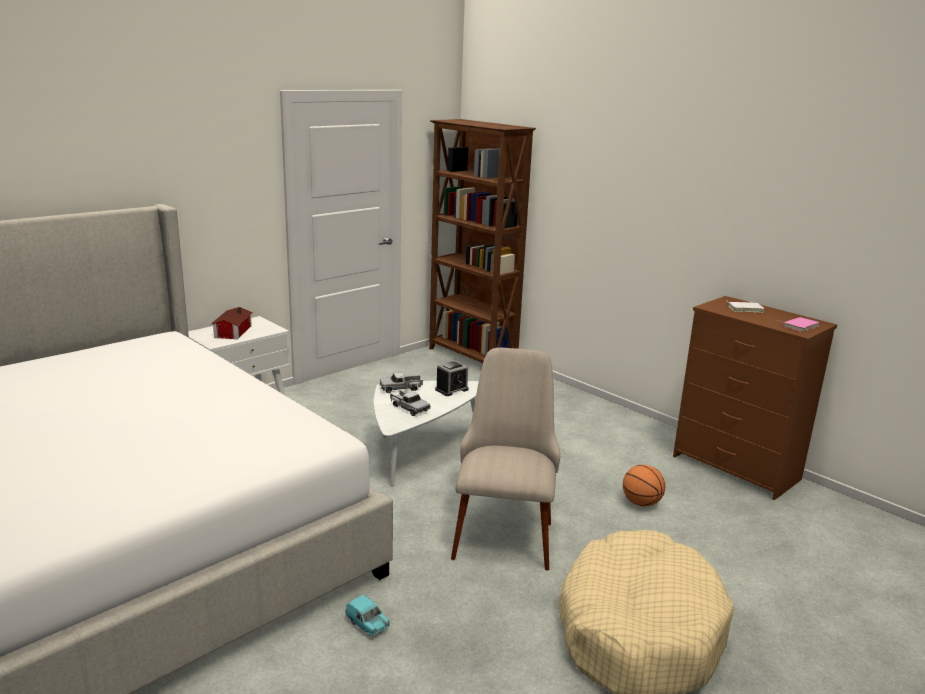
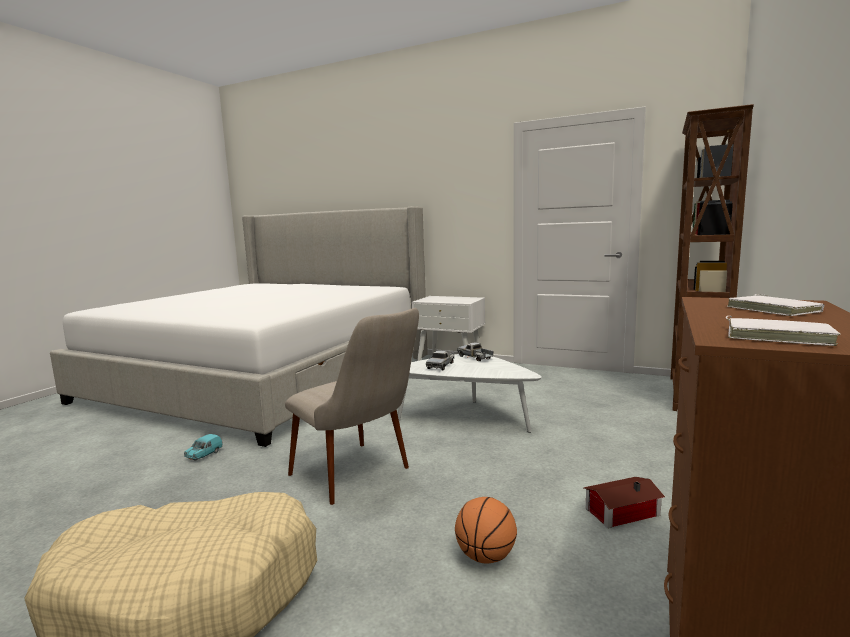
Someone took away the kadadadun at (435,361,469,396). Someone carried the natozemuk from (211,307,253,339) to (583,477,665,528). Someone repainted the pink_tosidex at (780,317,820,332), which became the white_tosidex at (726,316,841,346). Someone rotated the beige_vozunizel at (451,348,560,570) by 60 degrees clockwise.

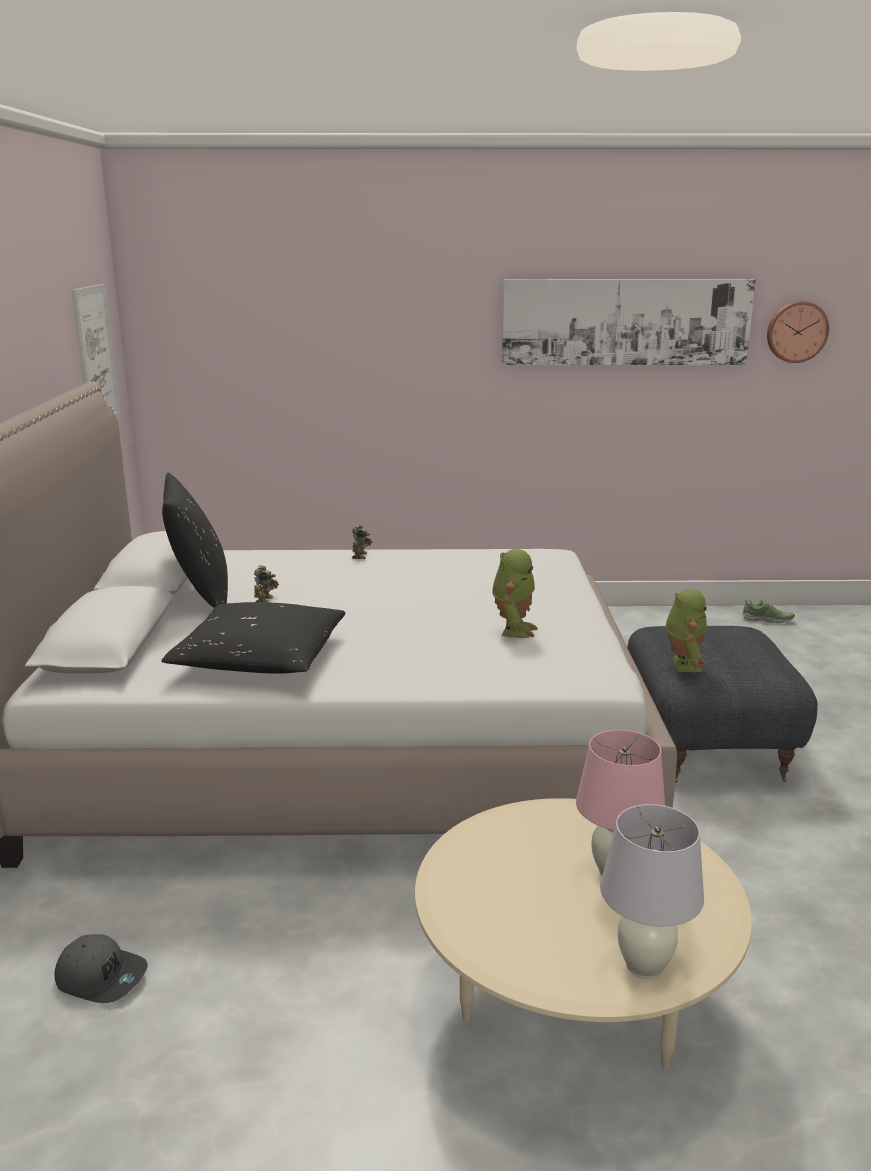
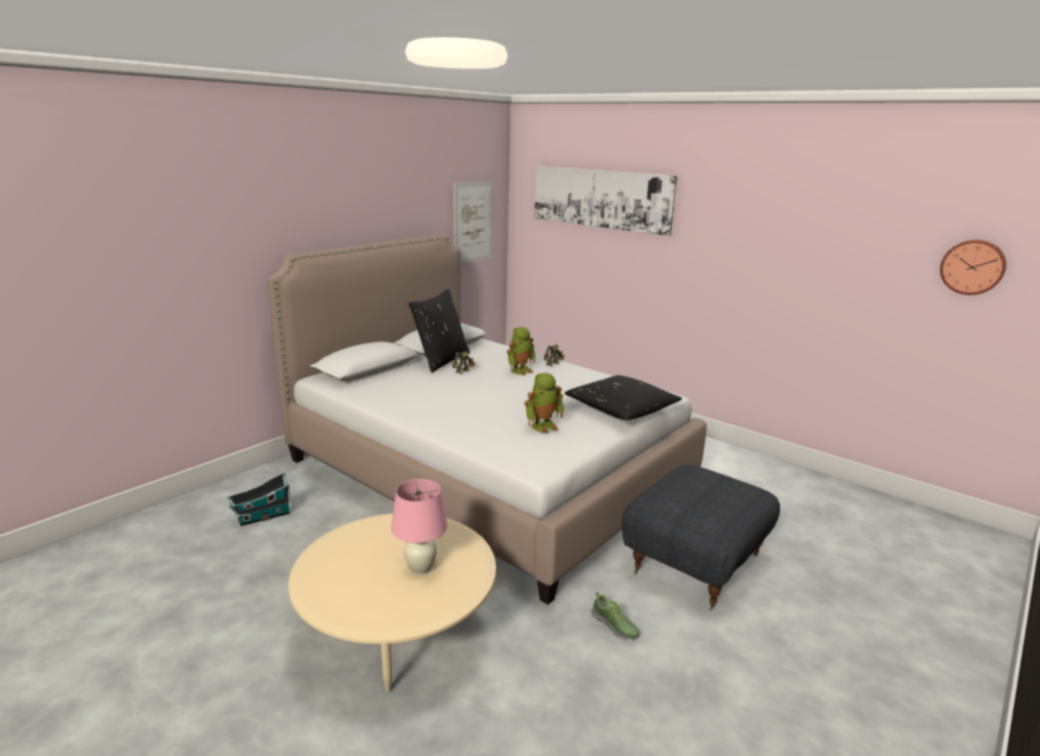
Someone took away the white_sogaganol at (600,804,704,979). Someone carried the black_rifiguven from (161,602,345,674) to (564,375,682,420). Someone carried the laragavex from (502,279,756,365) to (534,166,677,236). Someone carried the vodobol from (665,589,707,672) to (507,327,536,375). Someone carried the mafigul from (742,599,795,624) to (591,592,639,639). Someone swapped the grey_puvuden at (54,934,148,1003) for the natozemuk at (227,473,291,526).

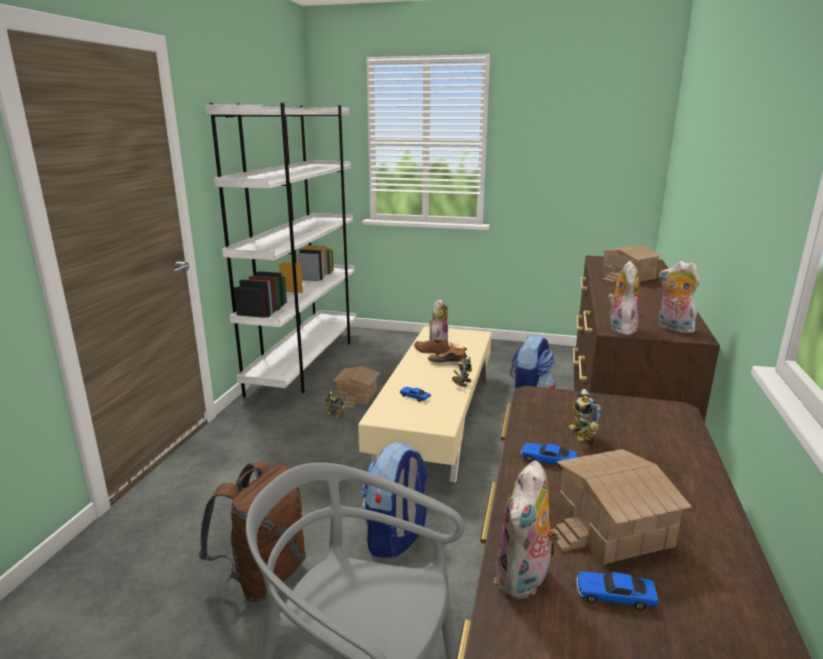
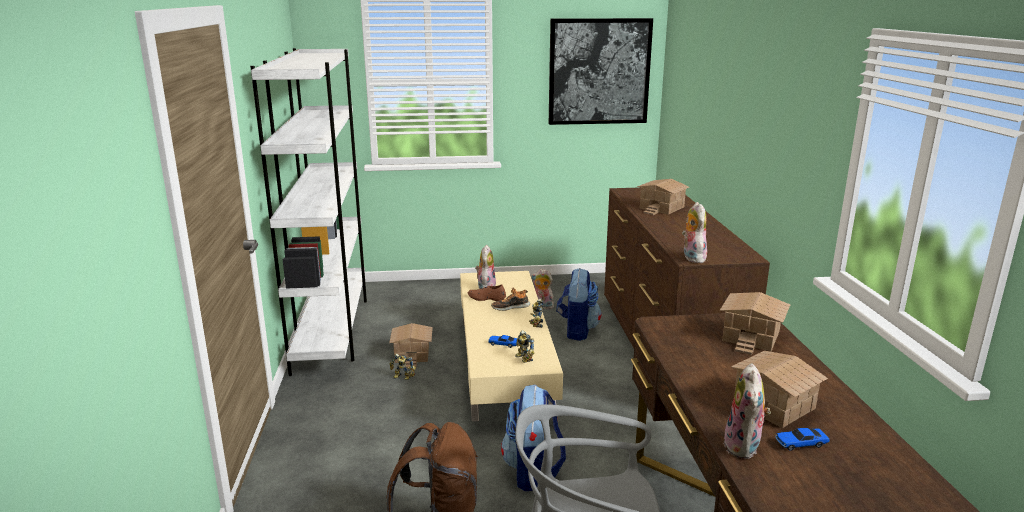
Someone took away the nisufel at (521,442,578,469). Someone put up the laragavex at (549,18,653,125). Someone put down the natozemuk at (720,292,790,355). Someone carried the vodobol from (568,389,601,442) to (515,330,534,363). Someone carried the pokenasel from (658,261,700,333) to (531,269,554,309).

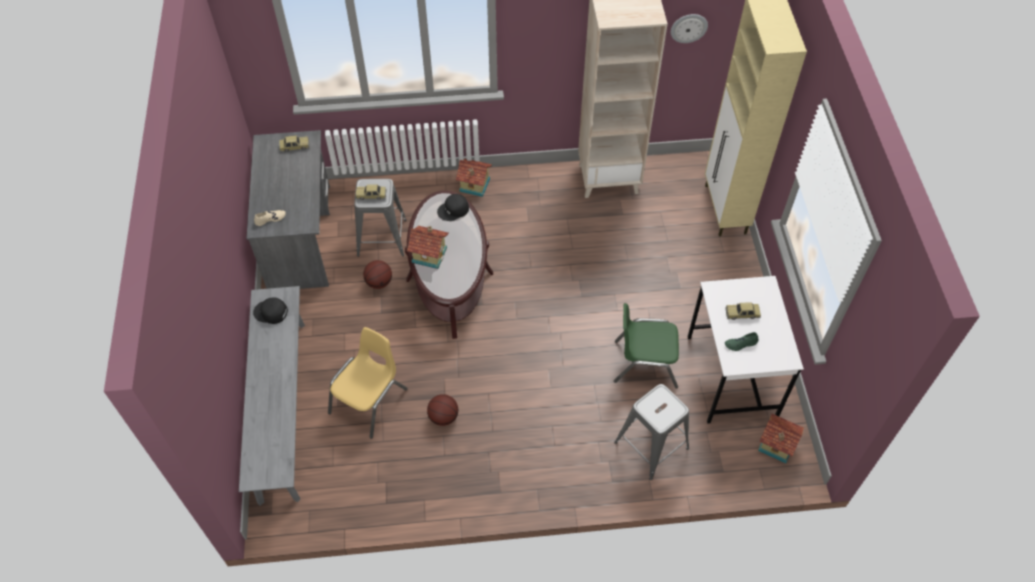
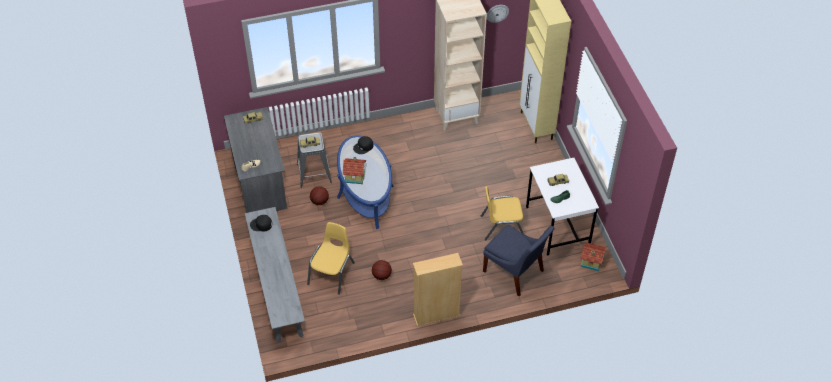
Someone took away the natozemuk at (456,159,492,197). Someone put down the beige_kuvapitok at (413,253,463,326). Someone swapped the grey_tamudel at (614,384,689,480) for the blue_vozunizel at (483,225,554,296). Someone repainted the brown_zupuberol at (405,190,493,339), which became the blue_zupuberol at (337,136,394,229). Someone repainted the green_vozunizel at (614,303,679,389), which became the yellow_vozunizel at (481,186,524,240).

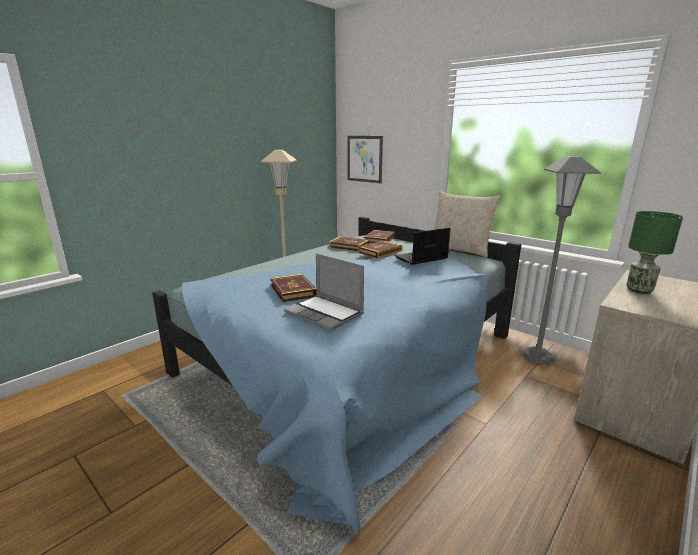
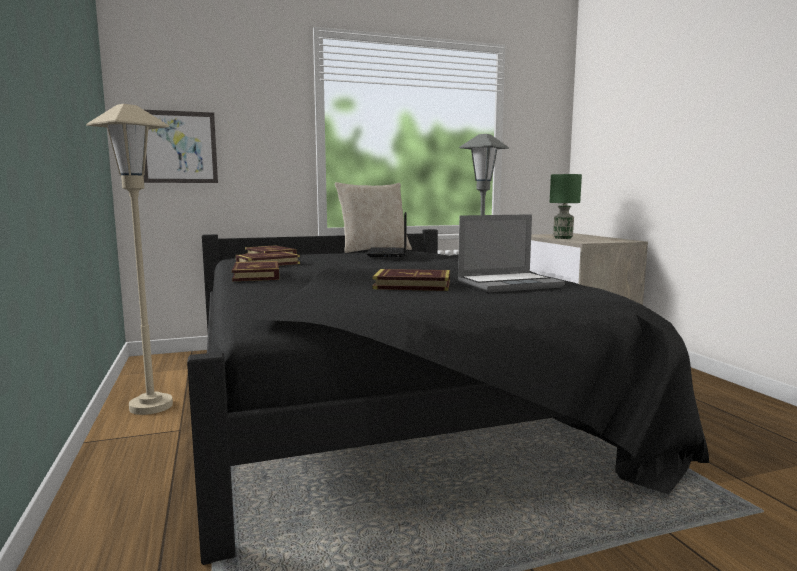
Someone carried the tosidex from (359,240,403,258) to (232,261,279,281). Someone repainted the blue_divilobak at (152,217,521,537), which became the black_divilobak at (187,229,709,565).

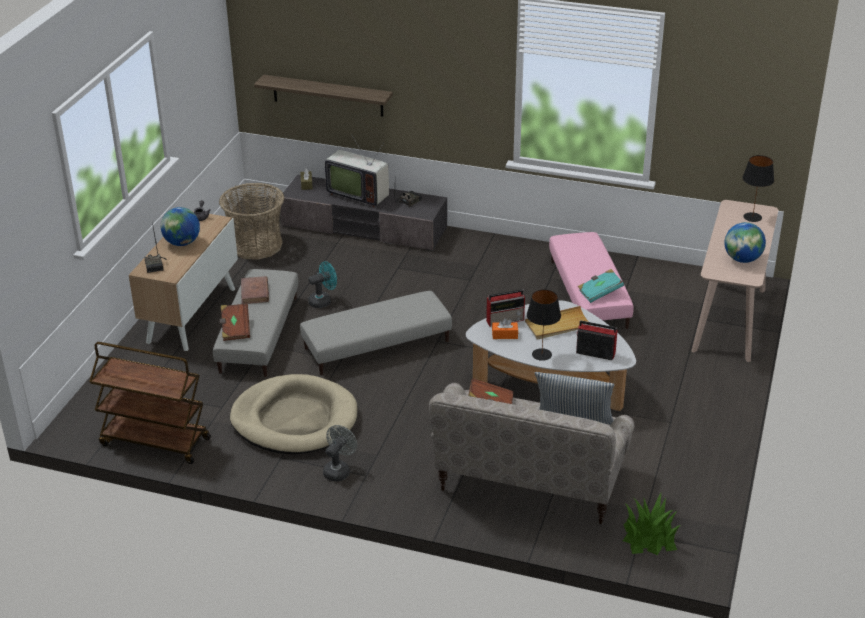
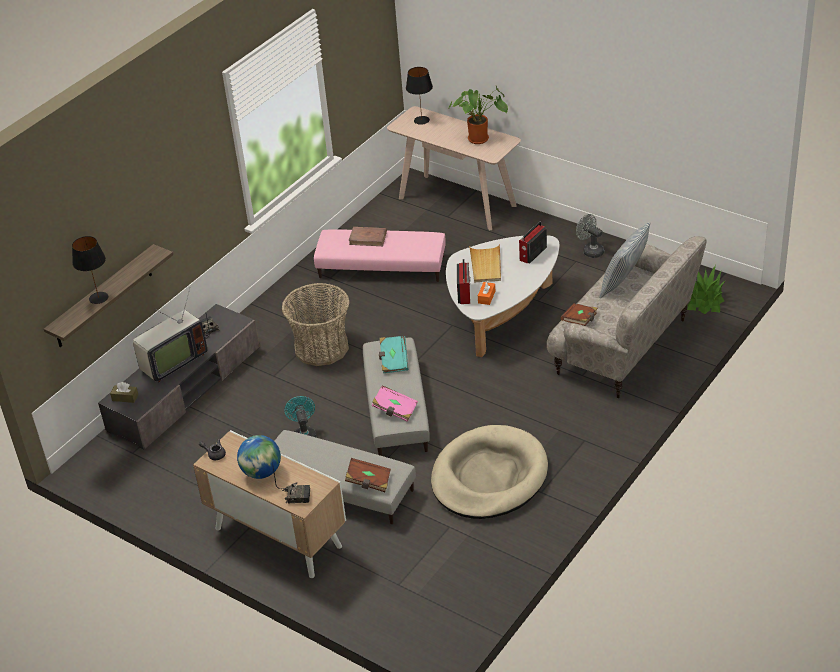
Someone took away the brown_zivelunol at (89,342,211,464). Someone put down the pink_tosidex at (371,385,418,422). Someone carried the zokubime from (219,183,284,260) to (282,283,350,366). Someone carried the brown_tosidex from (241,276,269,304) to (349,227,387,246). Someone carried the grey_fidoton from (323,425,357,481) to (576,214,604,258). Someone carried the black_sogaganol from (527,290,561,361) to (72,236,108,304). Someone carried the turquoise_tosidex from (578,269,624,303) to (379,336,409,373). Someone swapped the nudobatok at (725,222,766,263) for the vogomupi at (448,86,508,144).

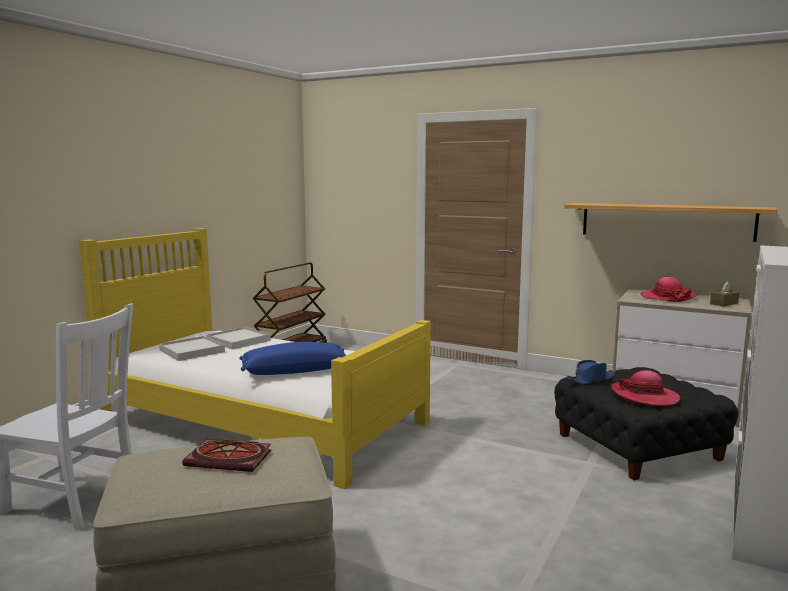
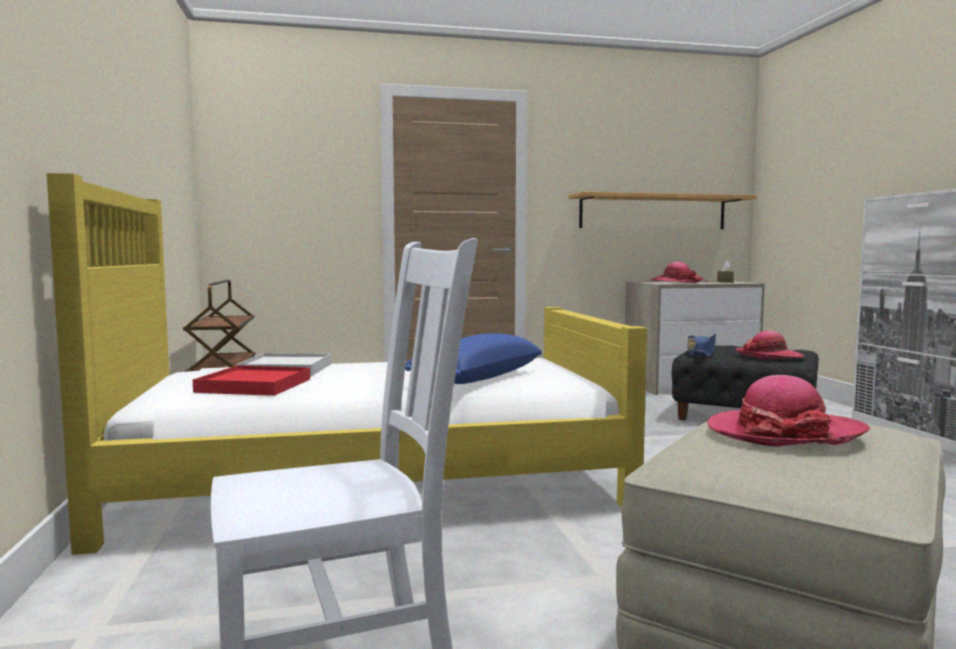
Someone swapped the tosidex at (182,439,271,472) for the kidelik at (708,375,870,447). Someone repainted the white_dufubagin at (159,336,225,361), which became the red_dufubagin at (193,365,310,396).

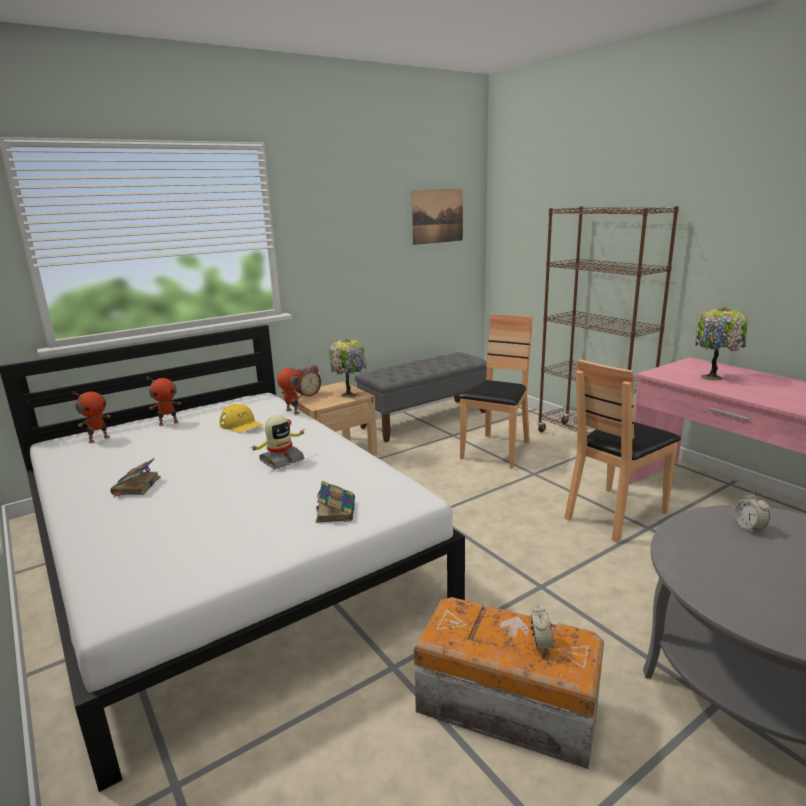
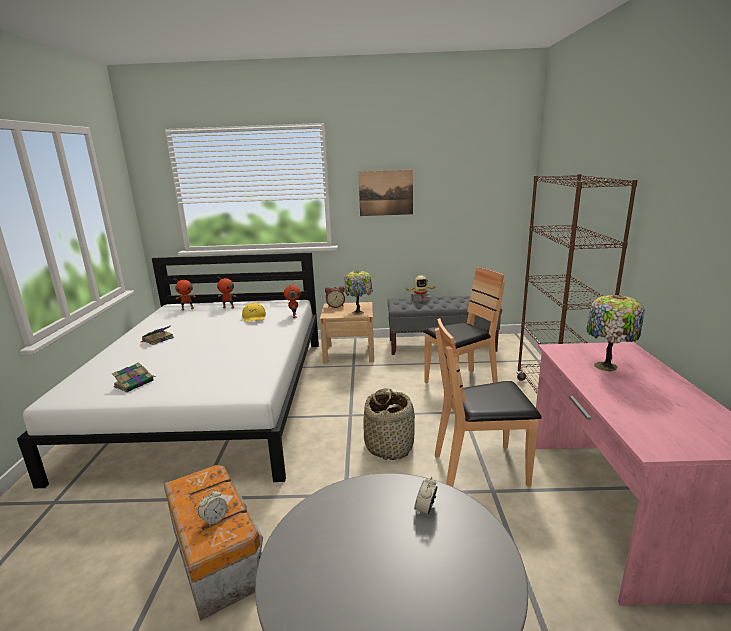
Someone put down the zokubime at (363,388,415,460). Someone carried the vodobol from (251,415,305,469) to (406,275,435,301). Someone carried the tosidex from (316,481,355,523) to (112,362,156,393). Someone carried the laragavex from (411,189,463,245) to (358,170,413,216).

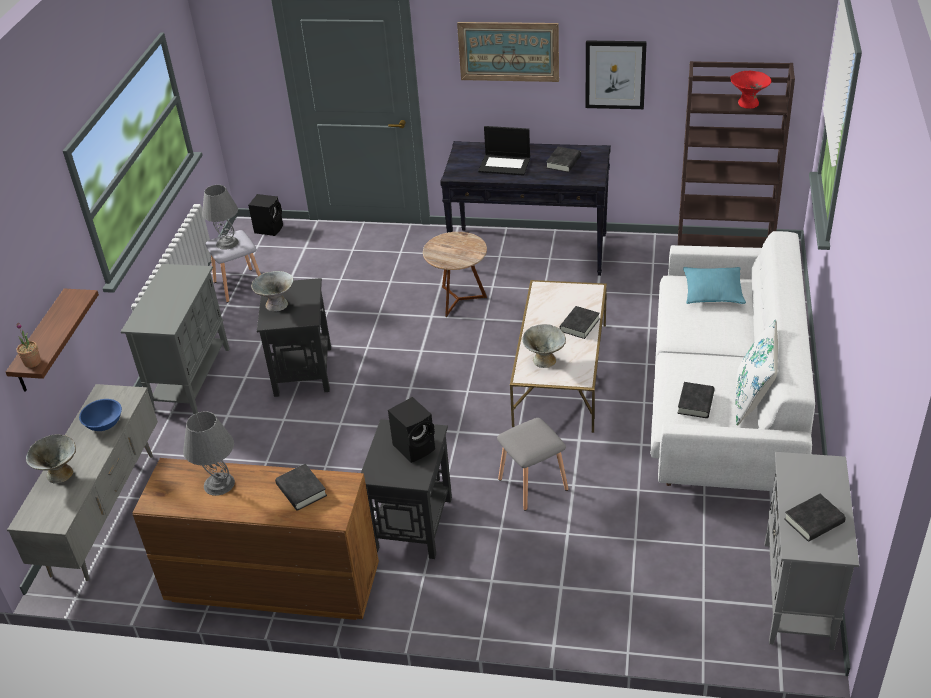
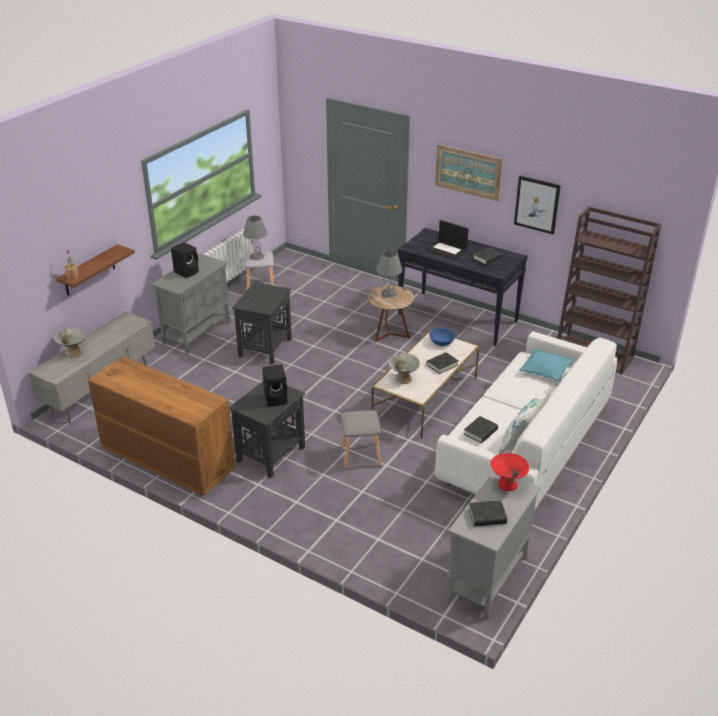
Someone took away the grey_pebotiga at (251,271,293,312). Someone took away the black_tosidex at (275,464,327,511). Someone carried the blue_pebotiga from (79,399,122,431) to (429,328,456,346). Someone carried the grey_sogaganol from (183,411,235,496) to (376,250,403,298). Someone carried the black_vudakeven from (248,194,283,236) to (171,242,199,278). Someone carried the red_pebotiga from (730,71,771,109) to (491,453,529,491).

